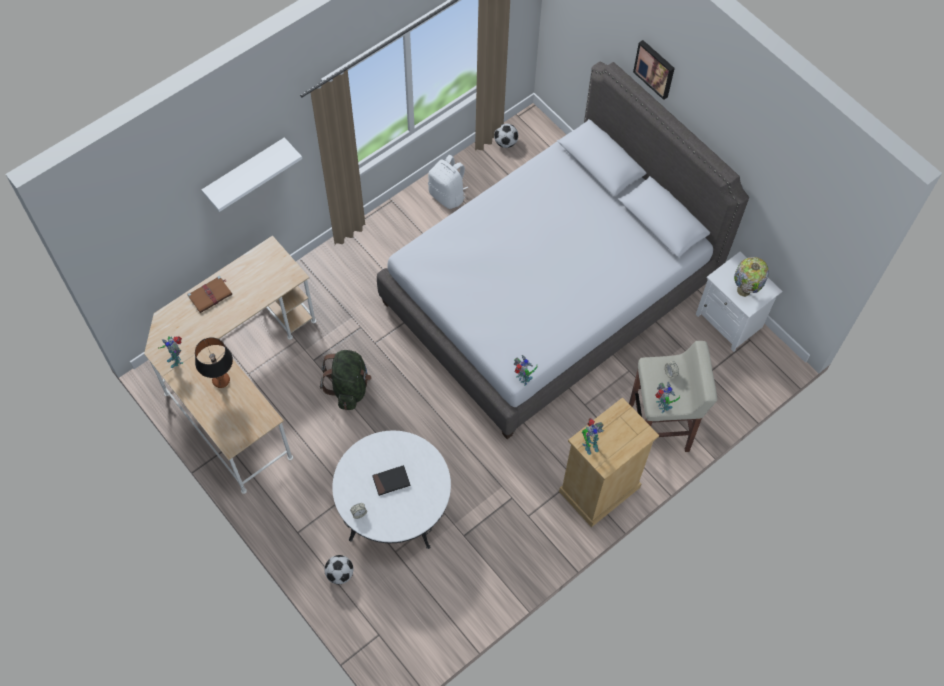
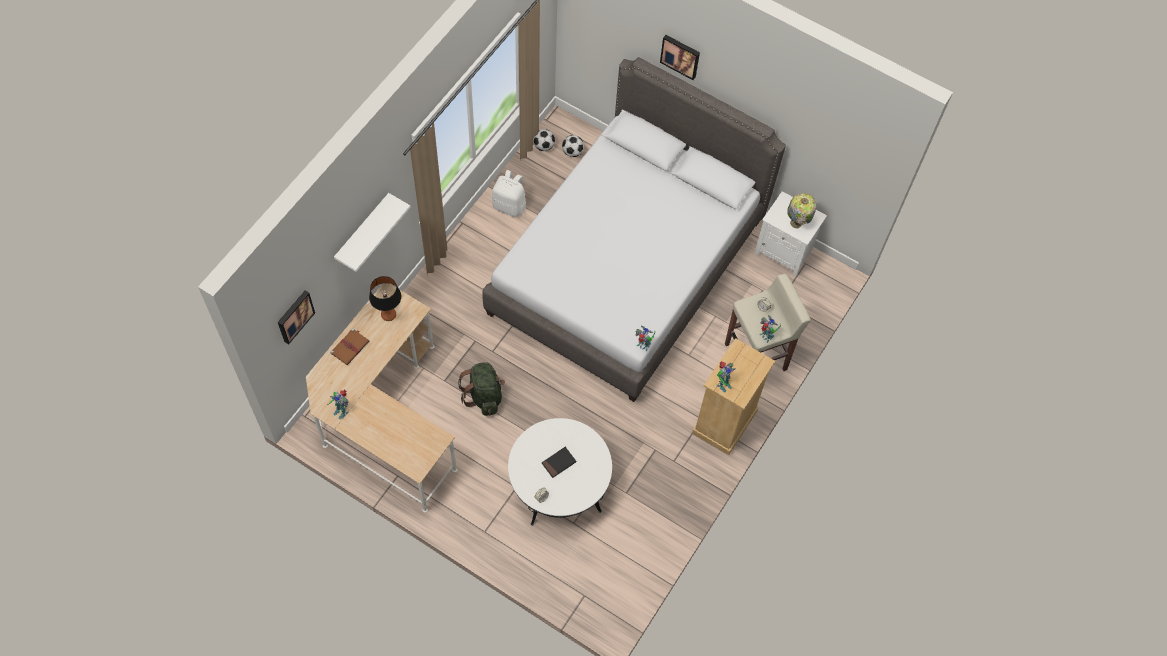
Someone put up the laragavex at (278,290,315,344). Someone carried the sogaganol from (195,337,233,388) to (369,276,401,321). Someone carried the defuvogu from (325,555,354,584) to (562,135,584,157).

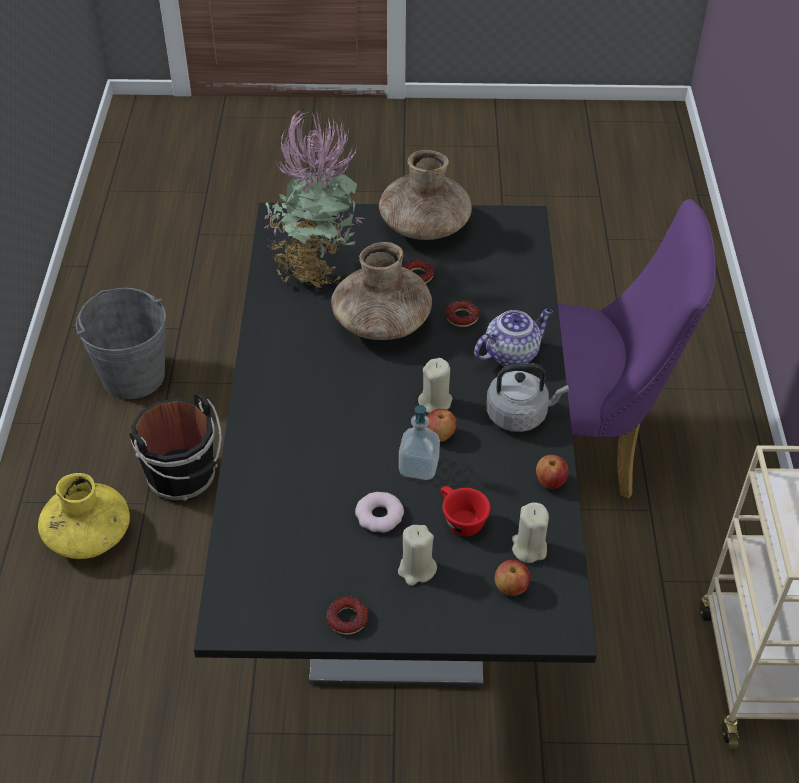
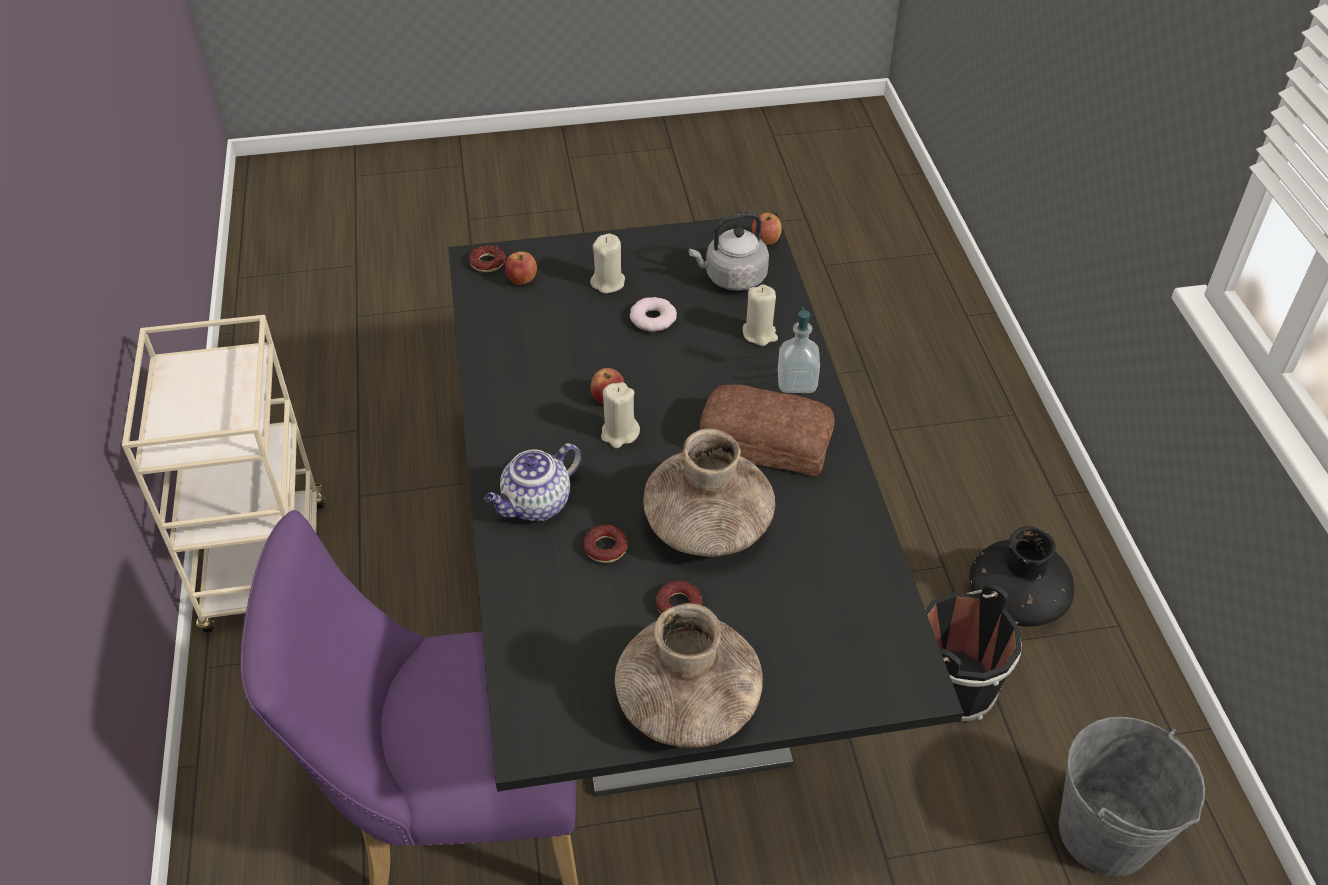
Someone took away the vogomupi at (263,108,365,290). Someone took away the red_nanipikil at (440,486,491,536). Someone put down the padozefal at (700,385,835,476). Someone carried the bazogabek from (326,596,368,635) to (469,245,505,272). Someone carried the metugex from (399,405,440,480) to (778,307,820,393). Someone carried the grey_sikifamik from (486,363,569,432) to (688,212,769,291). Someone carried the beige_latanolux from (512,502,549,563) to (743,284,778,346). Someone carried the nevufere from (536,455,568,489) to (752,213,782,245). Someone repainted the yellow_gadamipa at (38,473,130,559), which became the black_gadamipa at (970,526,1074,626).

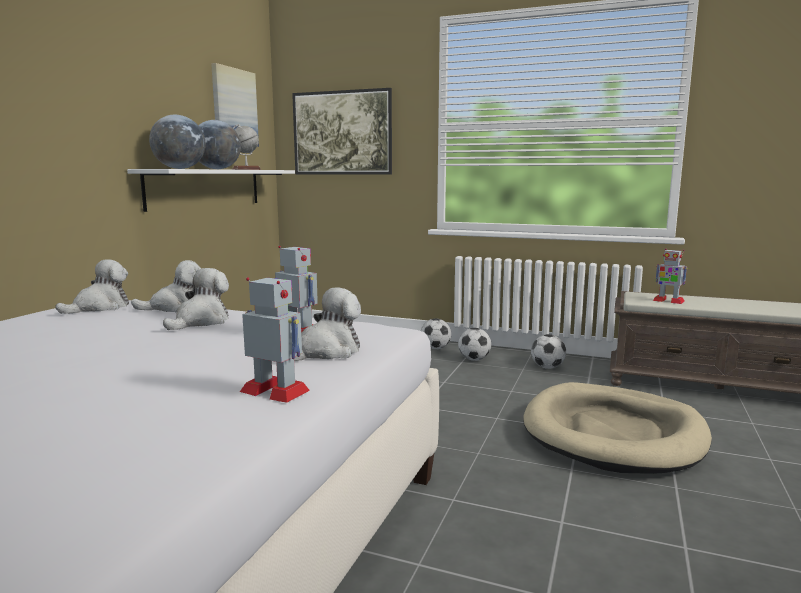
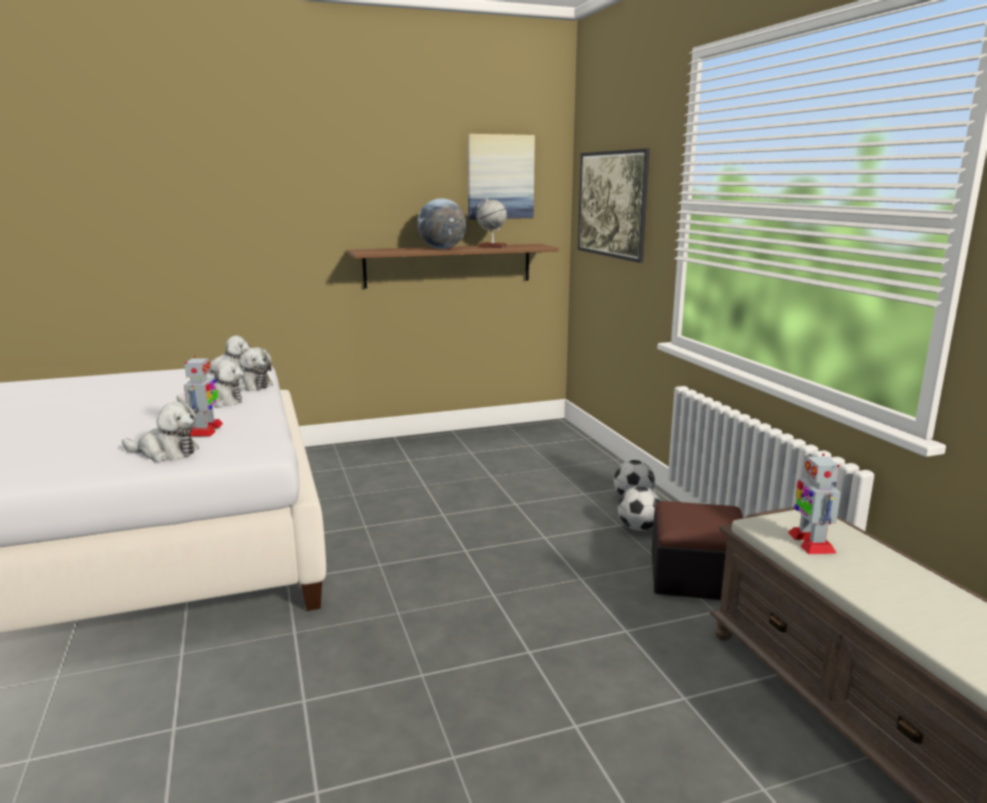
Someone took away the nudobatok at (149,115,206,169). Someone took away the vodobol at (240,277,310,403). Someone took away the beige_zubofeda at (523,382,712,474). Someone swapped the defuvogu at (531,334,566,369) for the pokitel at (652,501,743,600). Someone repainted the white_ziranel at (127,169,295,212), which became the brown_ziranel at (347,244,559,288).

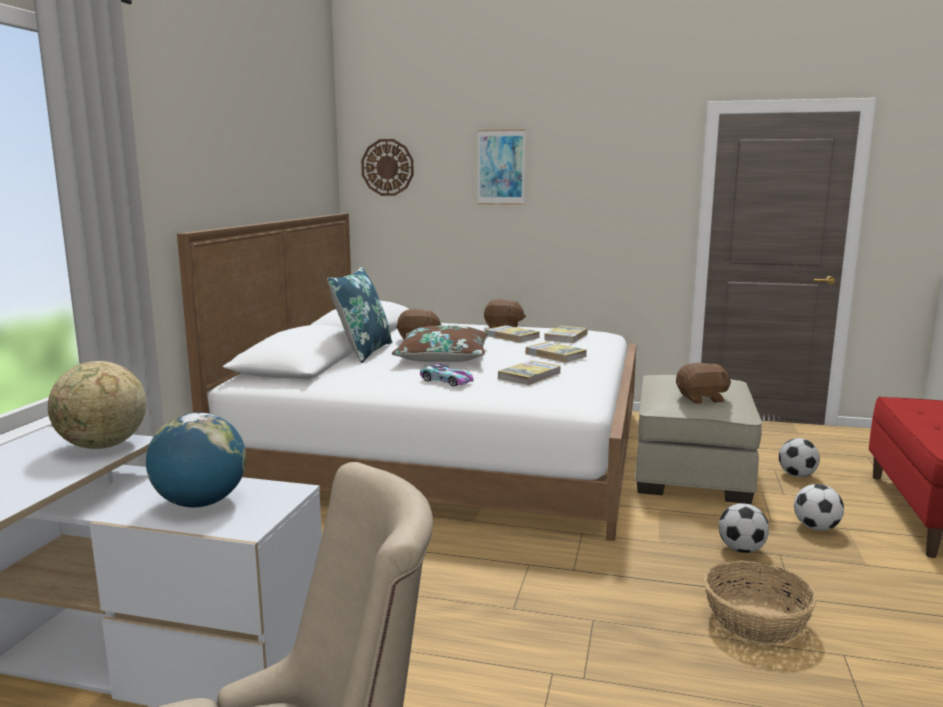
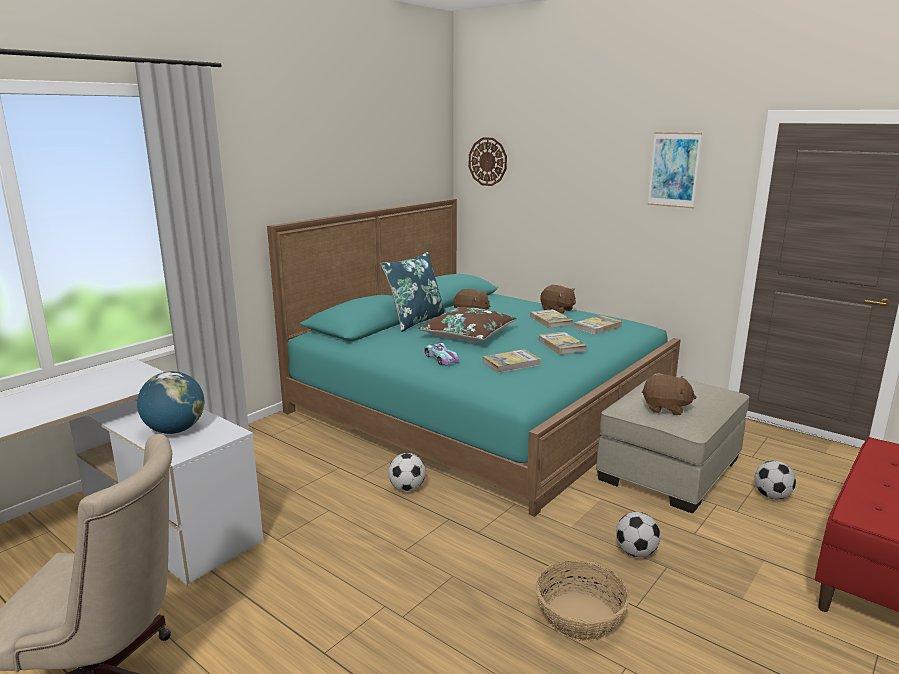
Someone took away the nudobatok at (48,361,147,449). Someone carried the laragavex from (478,129,525,205) to (648,132,702,208). Someone carried the defuvogu from (794,484,844,531) to (388,453,426,491). Someone repainted the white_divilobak at (177,213,637,541), which became the turquoise_divilobak at (267,198,681,517).

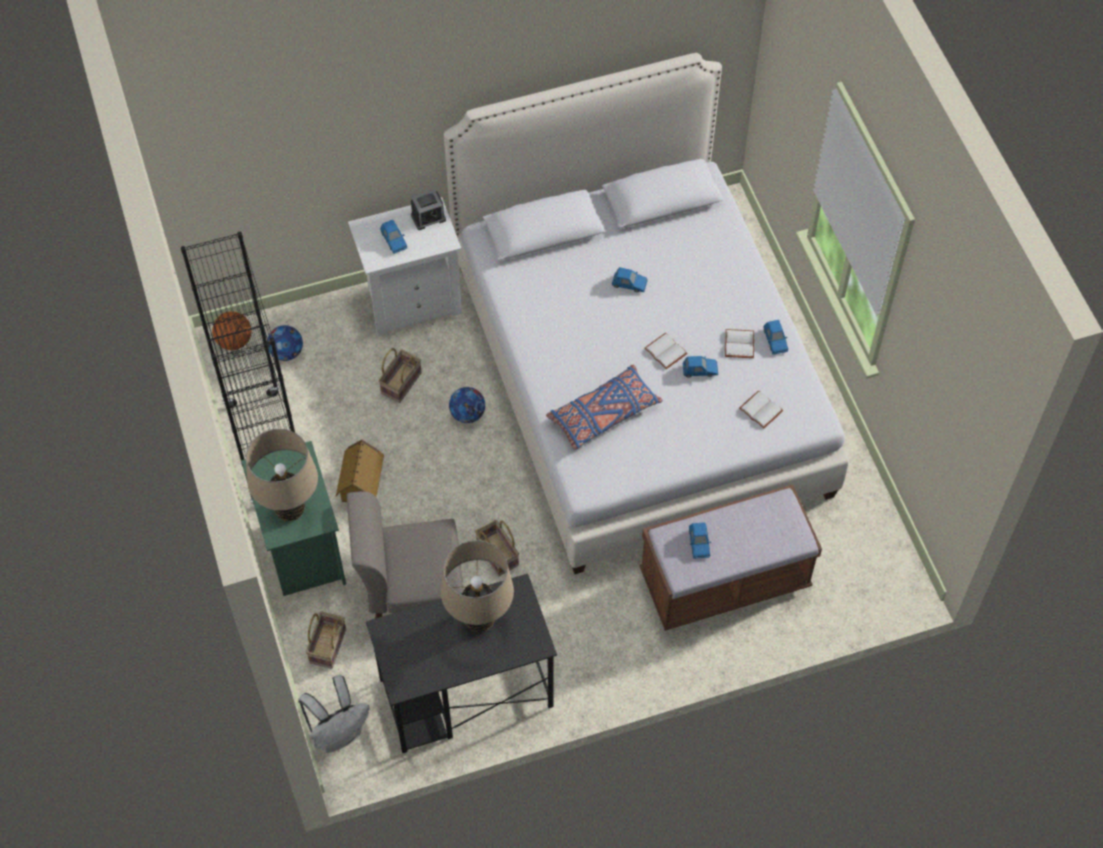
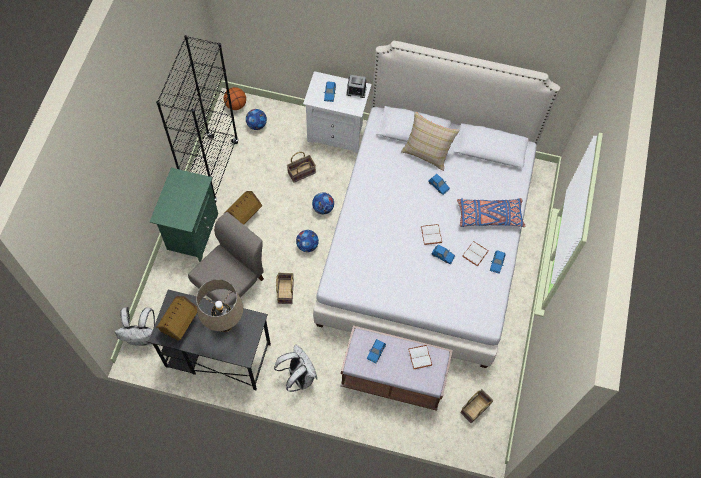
Someone took away the beige_sogaganol at (246,429,318,521). Someone put down the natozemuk at (156,296,197,341). Someone put down the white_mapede at (274,344,317,392). Someone put down the defuvogu at (296,230,319,252). Someone put down the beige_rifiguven at (401,112,460,171). Someone carried the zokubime from (306,612,346,669) to (460,389,493,423). Someone carried the blue_rifiguven from (546,365,663,450) to (457,198,525,227). Someone carried the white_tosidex from (739,391,783,428) to (408,345,432,369). Someone rotated the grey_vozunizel at (347,491,464,619) by 105 degrees clockwise.

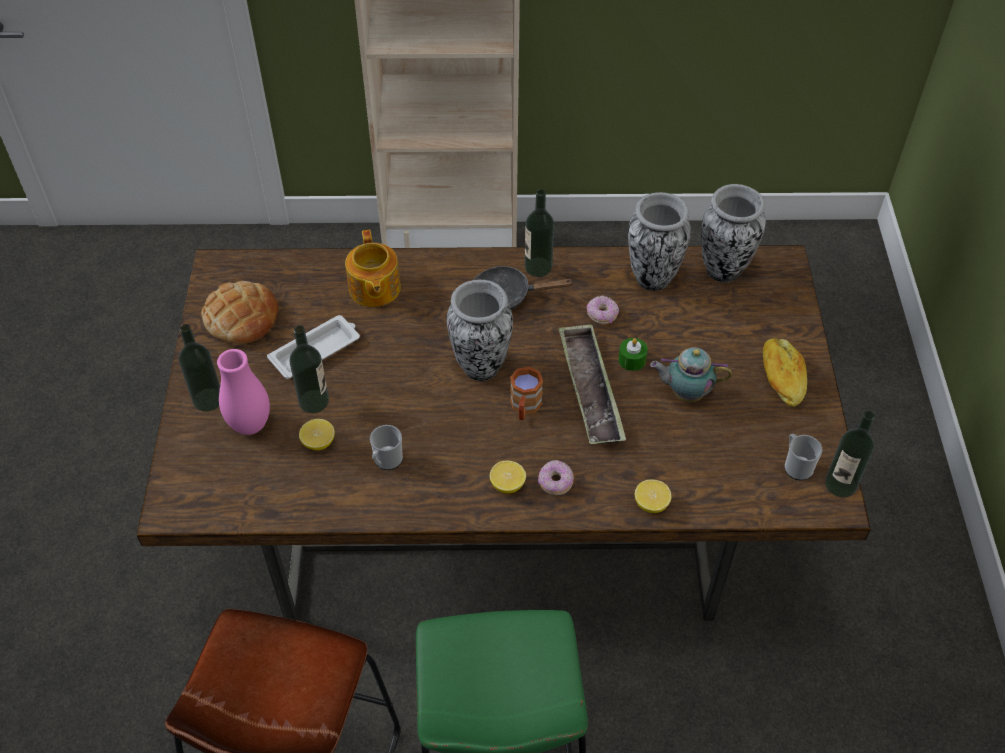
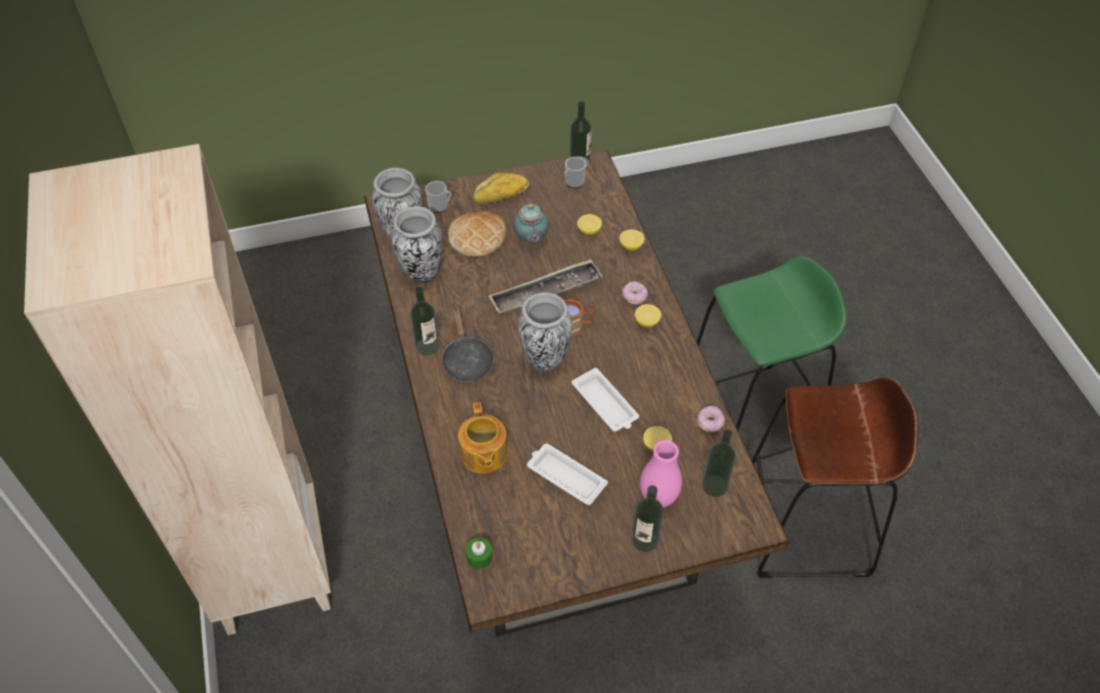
Someone put down the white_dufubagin at (572,367,639,432). Someone put down the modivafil at (577,214,602,235). Someone carried the padozefal from (201,281,278,344) to (448,211,506,257). Someone carried the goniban from (290,325,329,413) to (702,429,736,497). Someone carried the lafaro from (370,425,403,470) to (425,181,451,213). Someone carried the bazogabek from (587,295,619,324) to (697,406,725,432). Someone carried the green_latanolux from (618,338,648,371) to (466,538,492,569). Someone rotated the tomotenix at (345,230,401,307) by 105 degrees clockwise.

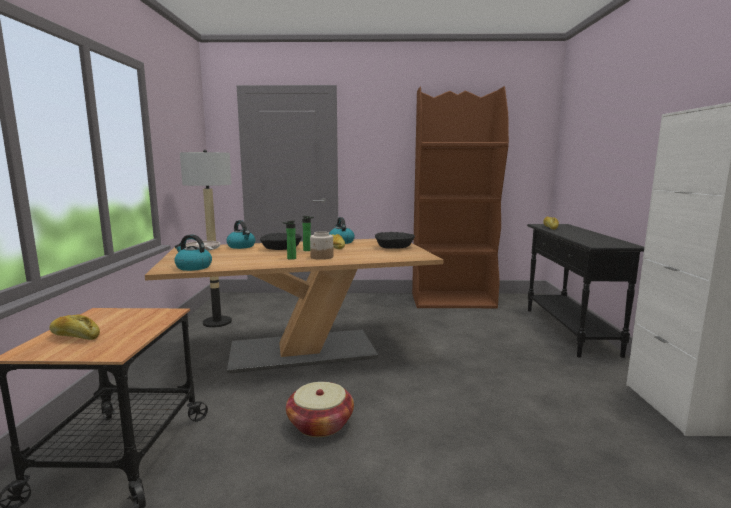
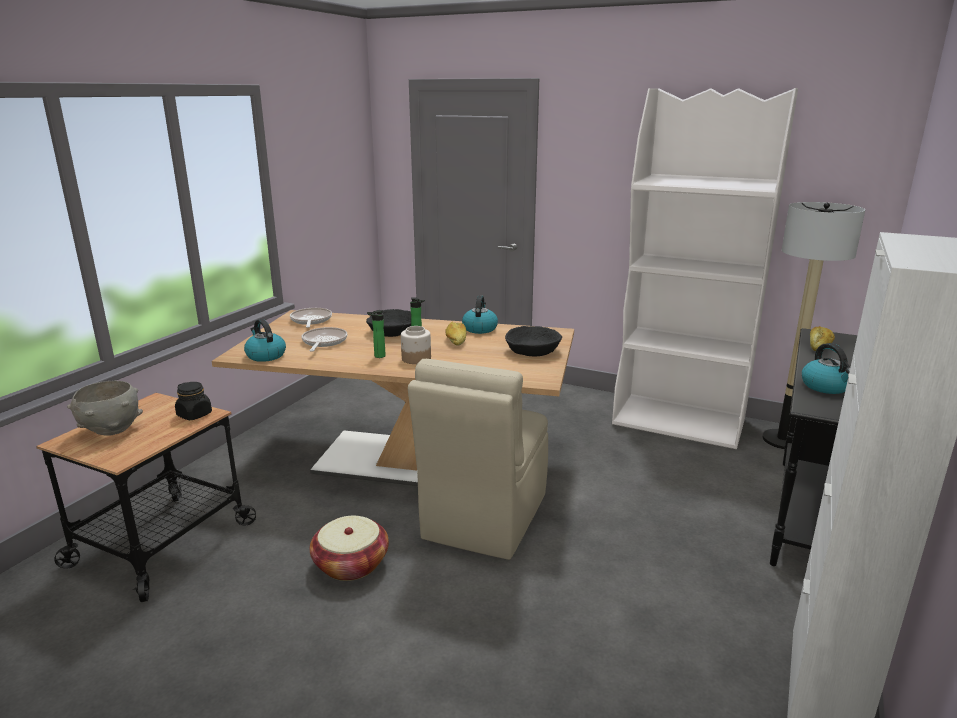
Someone put down the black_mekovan at (175,382,212,420). Someone put down the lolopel at (302,327,348,352). Someone put down the beige_vozunizel at (408,359,548,560). Someone carried the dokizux from (180,150,232,328) to (762,202,865,449). Someone carried the sikifamik from (227,220,255,249) to (802,343,850,394). Someone swapped the padozefal at (49,315,100,340) for the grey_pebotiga at (67,381,143,436). Someone repainted the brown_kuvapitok at (412,86,509,308), which became the white_kuvapitok at (612,88,798,449).

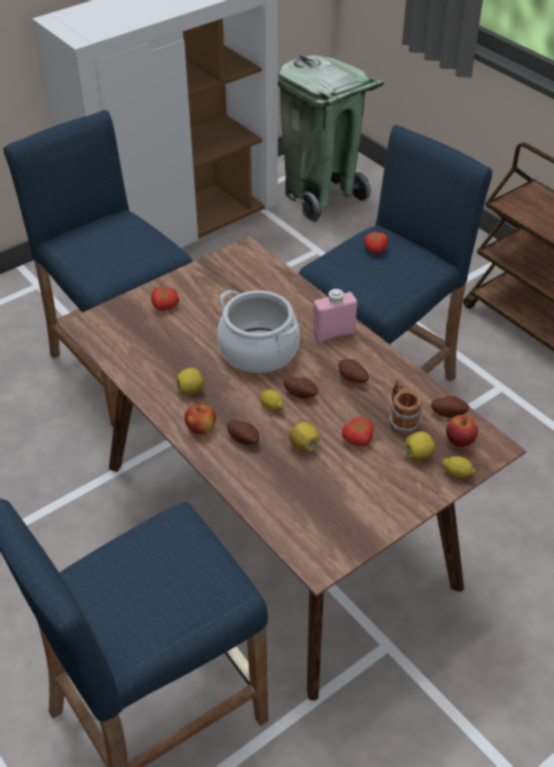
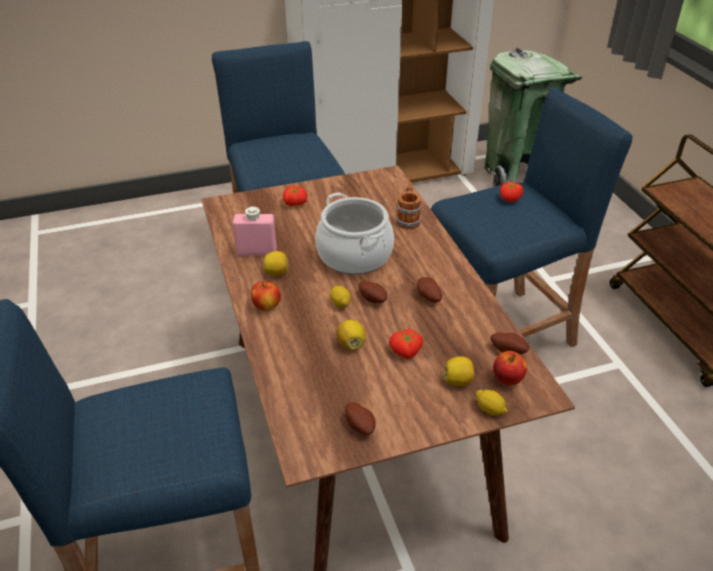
Someone carried the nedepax from (227,420,259,444) to (345,402,376,435). Someone carried the pink_goniban from (313,288,357,343) to (233,206,277,257). Someone carried the lafaro from (389,378,422,435) to (396,182,422,229).

